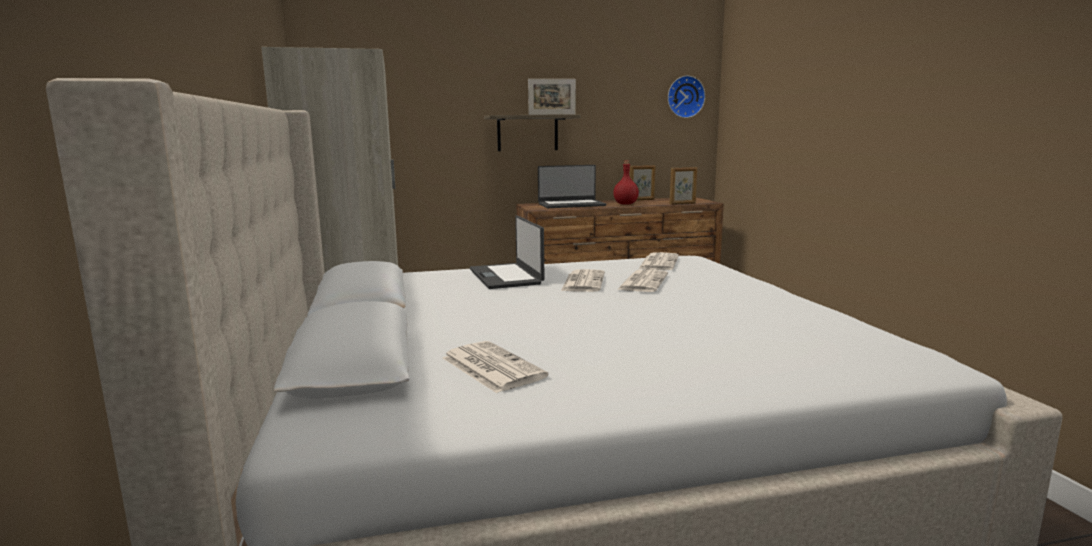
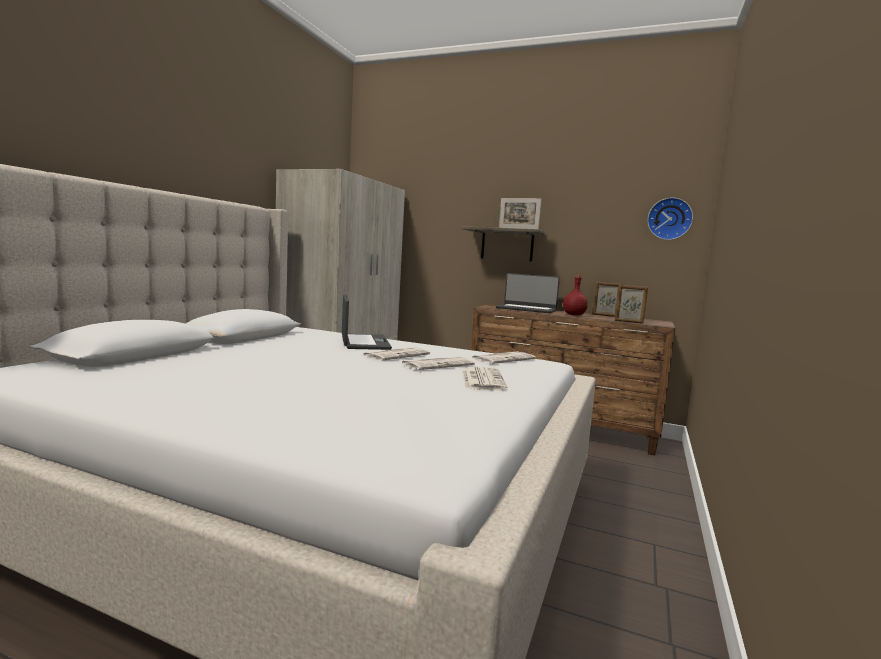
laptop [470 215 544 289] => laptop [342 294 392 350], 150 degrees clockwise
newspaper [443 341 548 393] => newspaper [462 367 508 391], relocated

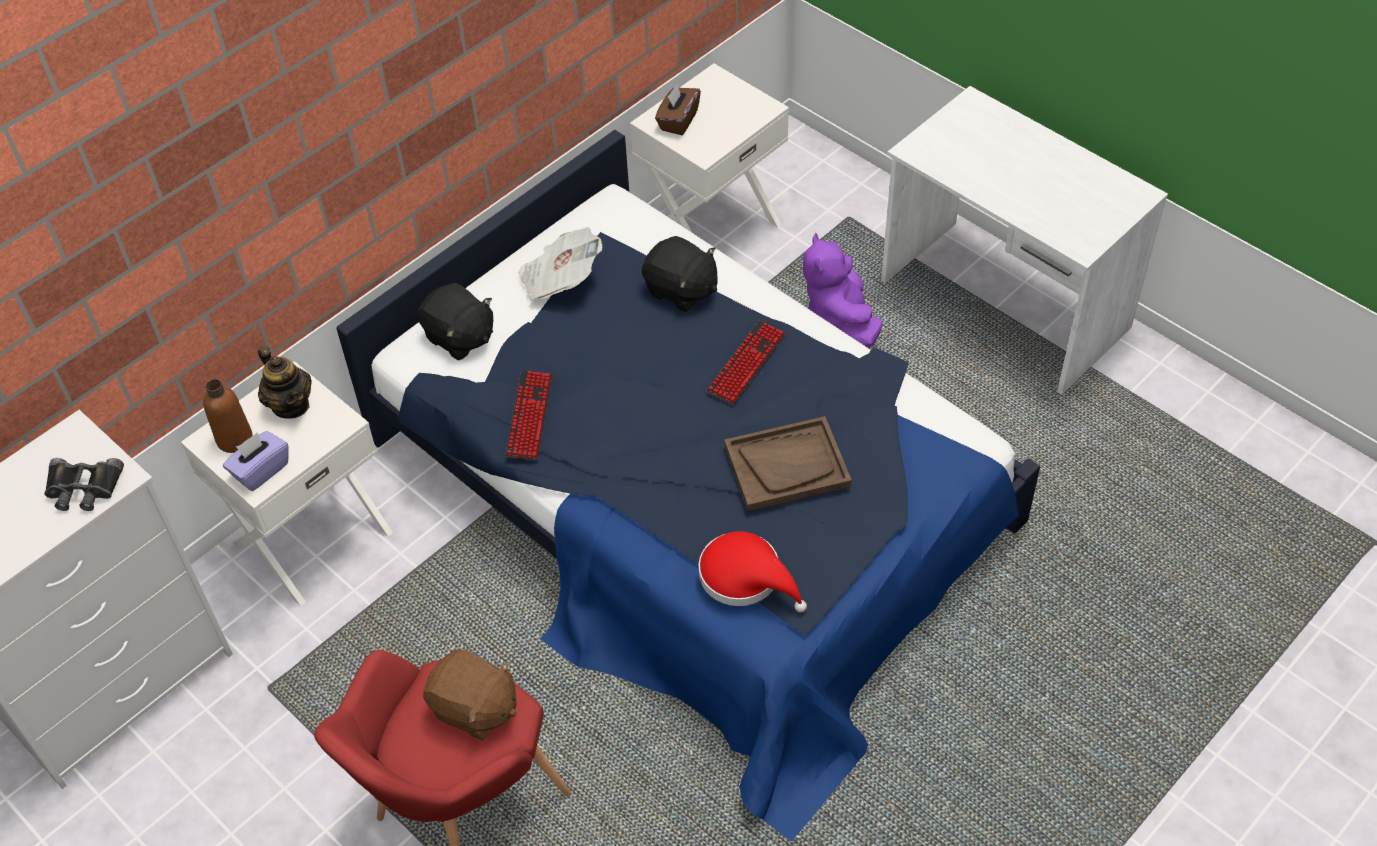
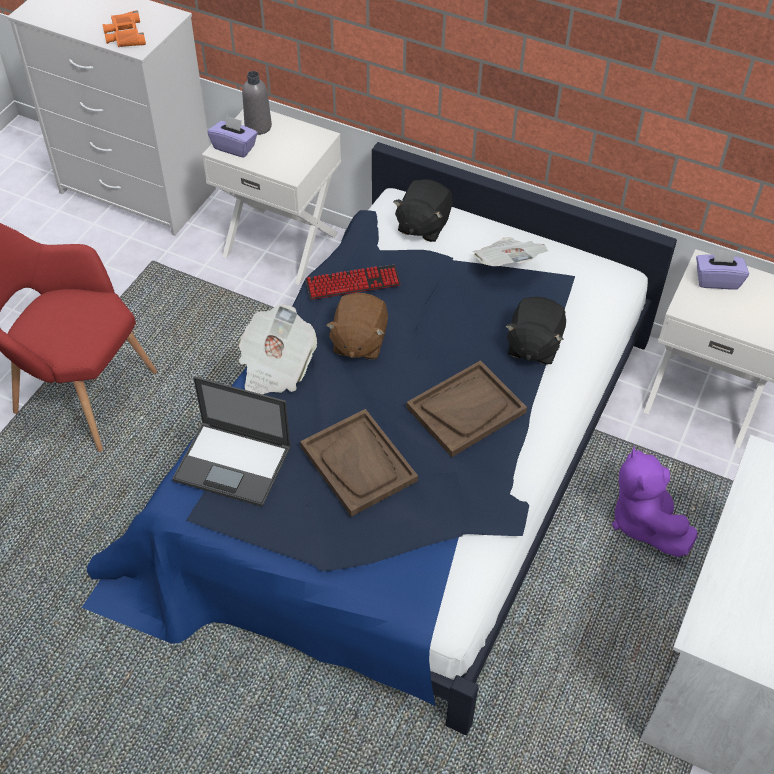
black binoculars [44 458 124 511] => orange binoculars [102 10 146 47]
red hat [699 531 807 613] => laptop [172 376 291 507]
nothing => newspaper [238 305 317 394]
brown bottle [203 379 253 453] => grey bottle [242 71 272 135]
brown plush toy [423 649 517 740] => brown plush toy [326 293 388 360], relocated
keyboard [706 320 786 405] => brown tray [406 360 527 457]
purple plush toy [803 233 883 348] => purple plush toy [612 446 697 557], 75 degrees counterclockwise
brown tissue box [655 84 701 135] => purple tissue box [696 249 749 290]
teapot [258 346 312 419] => nothing

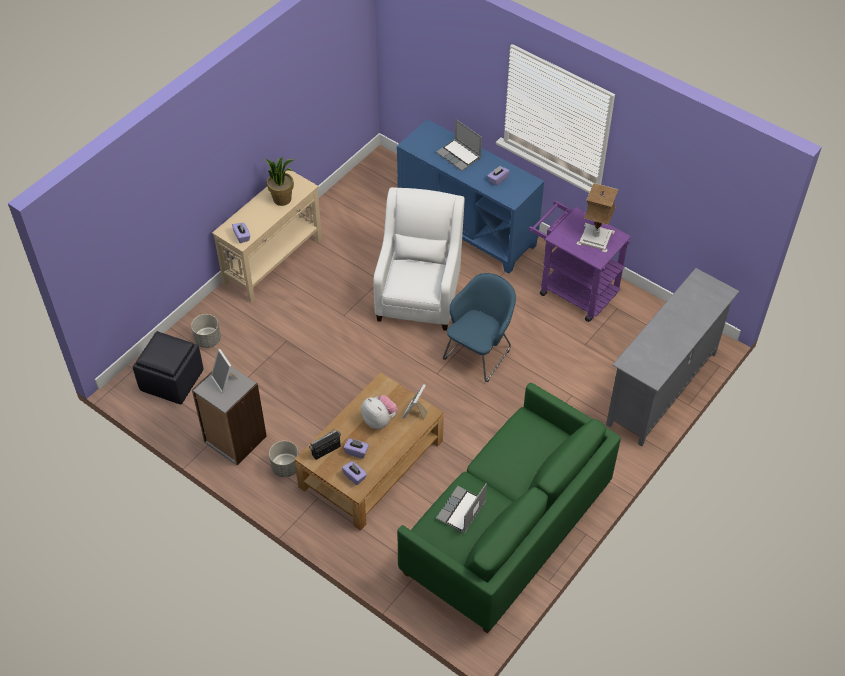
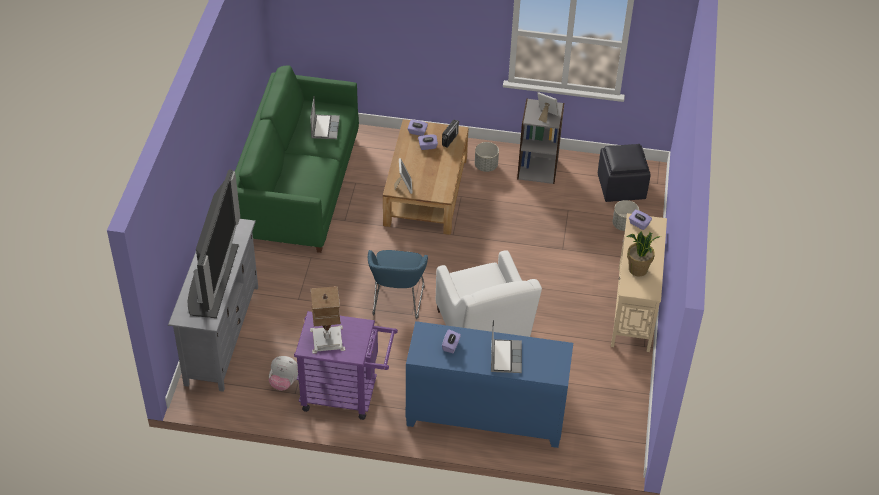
nothing => television [188 169 240 318]
plush toy [361 395 398 429] => plush toy [269 356 298 391], relocated
laptop [436 119 482 171] => laptop [491 320 522 373], 75 degrees clockwise

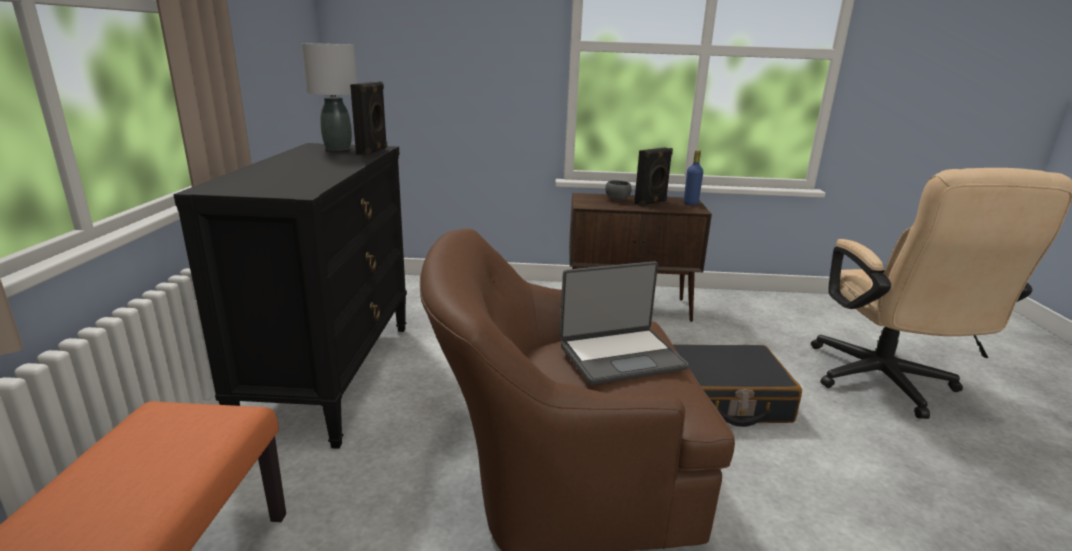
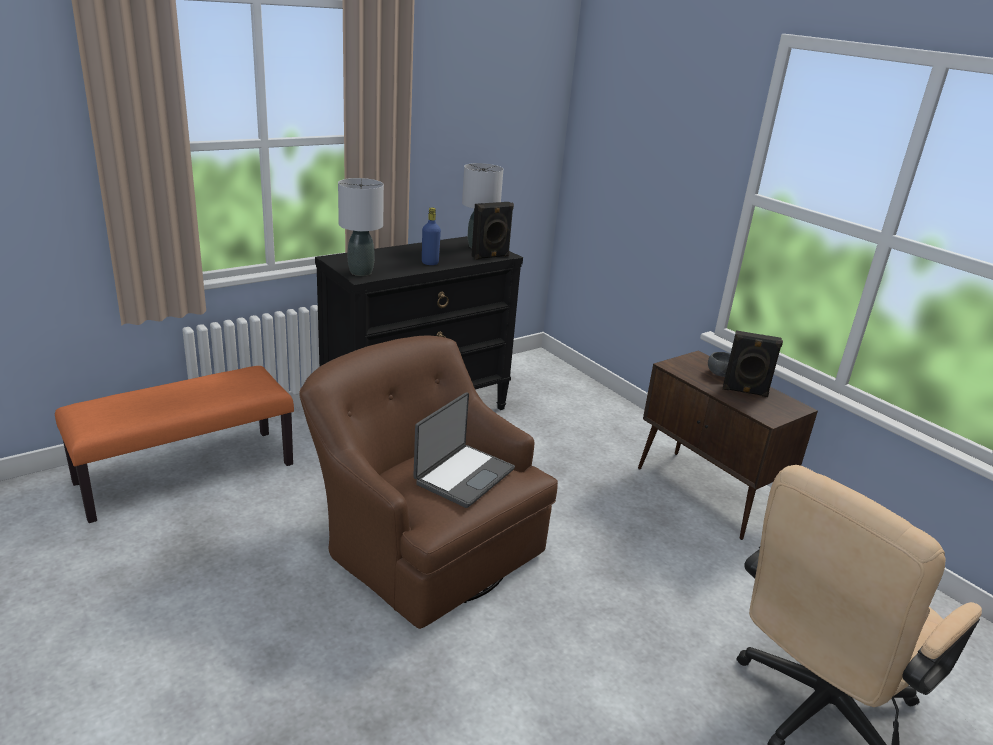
nothing => grey table lamp [338 178 384 276]
laptop [559 261 689 385] => laptop [413 392 515 508], 90 degrees counterclockwise
blue bottle [684 150 703 205] => blue bottle [422 207 441 265], relocated
black suitcase [673 344 802 427] => nothing

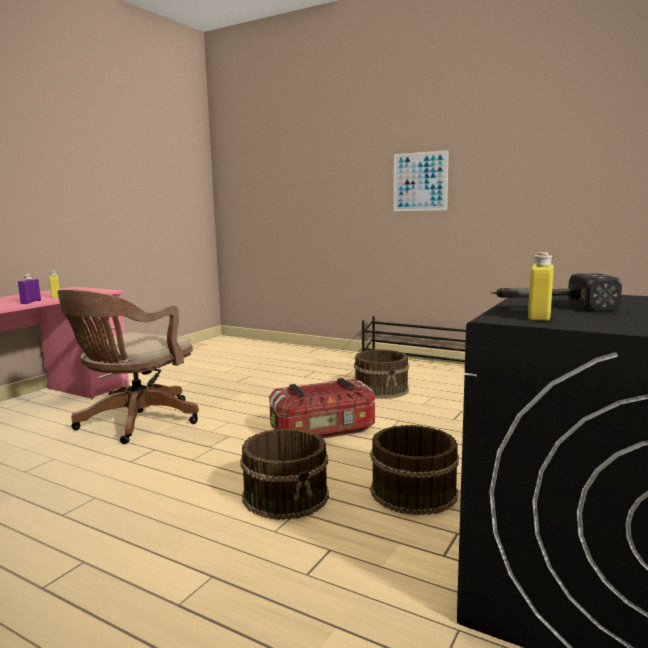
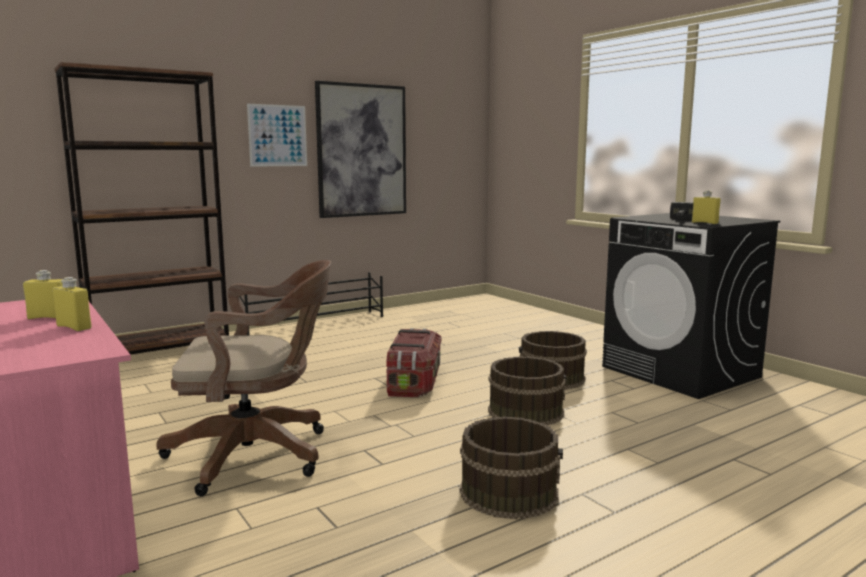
purple bottle [18 274 41 304] => yellow bottle [53 277 91 331]
nothing => brown bookcase [55 62 229 355]
brown office chair [57 289 199 444] => brown office chair [156 260 331 496], 60 degrees counterclockwise
nothing => picture [315 81 406 218]
brown bucket [354 349 409 399] => brown bucket [460 417 563 519], relocated

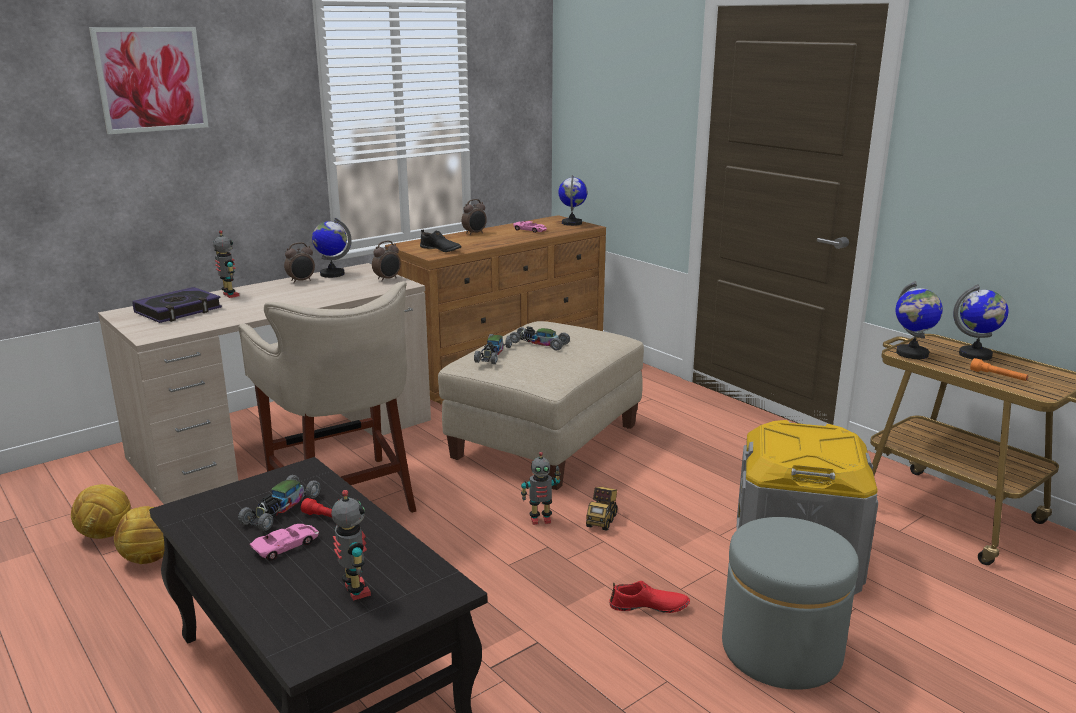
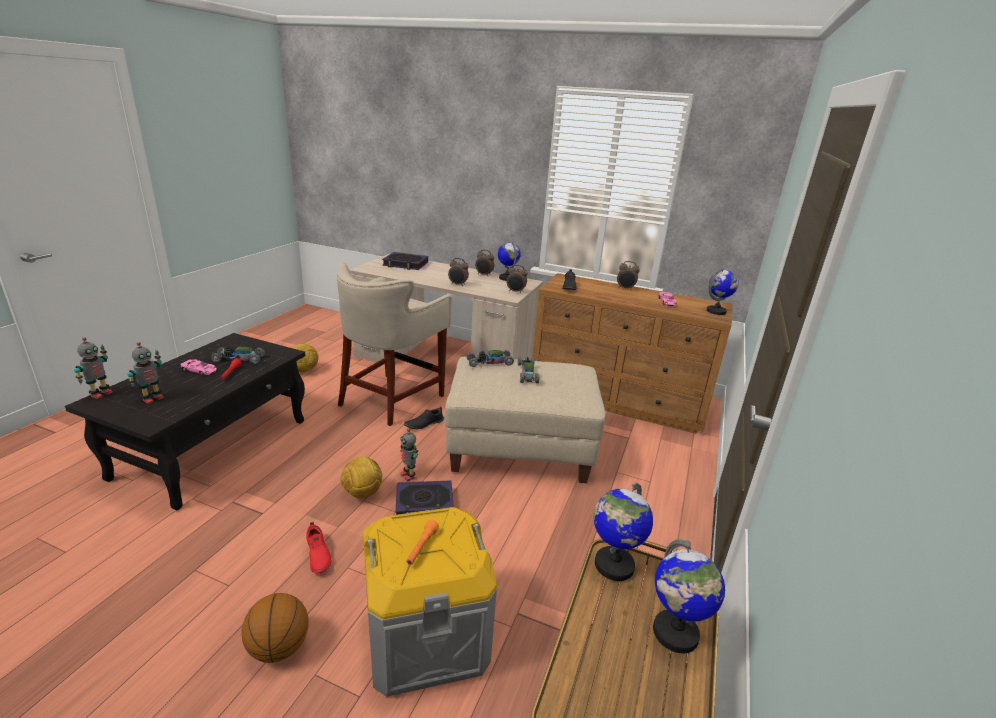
toy robot [213 230 239 298] => toy robot [74 337 113 399], relocated
grey ottoman [722 517 859 690] => basketball [241 593 308 663]
football [71 484 131 539] => football [340 456 382 498], relocated
toy truck [586 487 618 531] => book [396 480 454 515]
nothing => black shoe [404 406 444 429]
orange flashlight [970 358 1028 381] => orange flashlight [406 520 439 565], relocated
nothing => alarm clock [448 258 469 287]
picture [89 27 209 134] => nothing

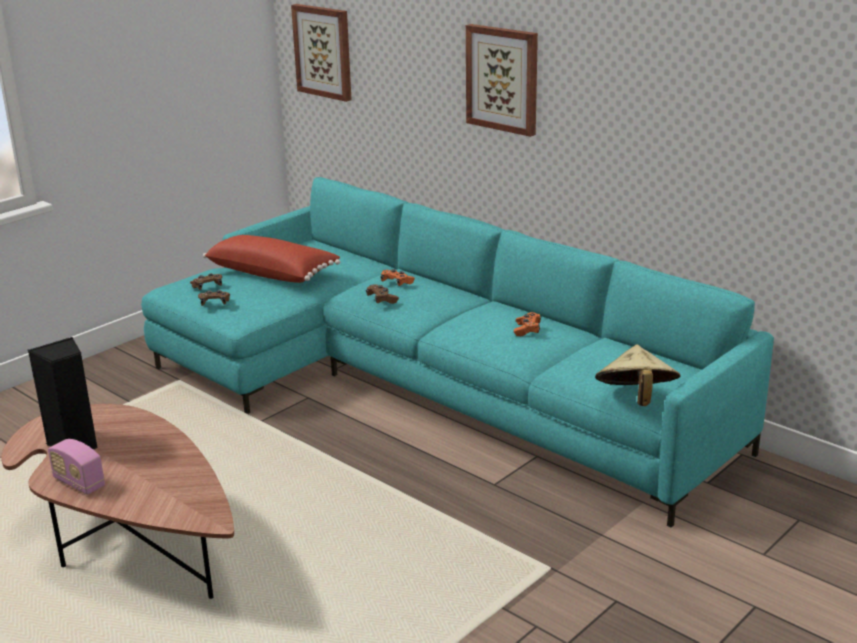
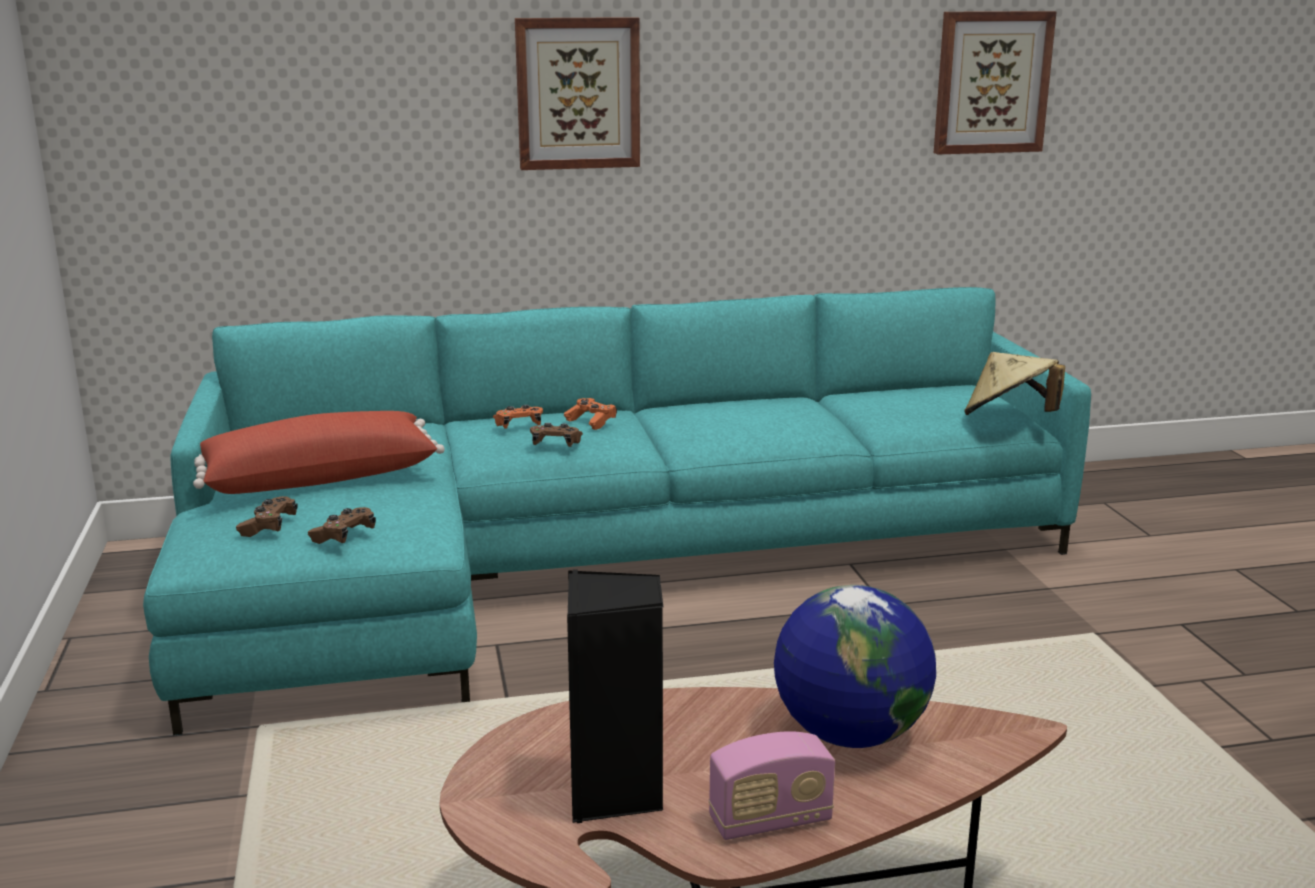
orange game controller [514 312 541 336] => orange game controller [564 398 617 430], relocated
nothing => globe [774 585 936 748]
picture [291 4 352 102] => picture [934 11 1057 154], relocated

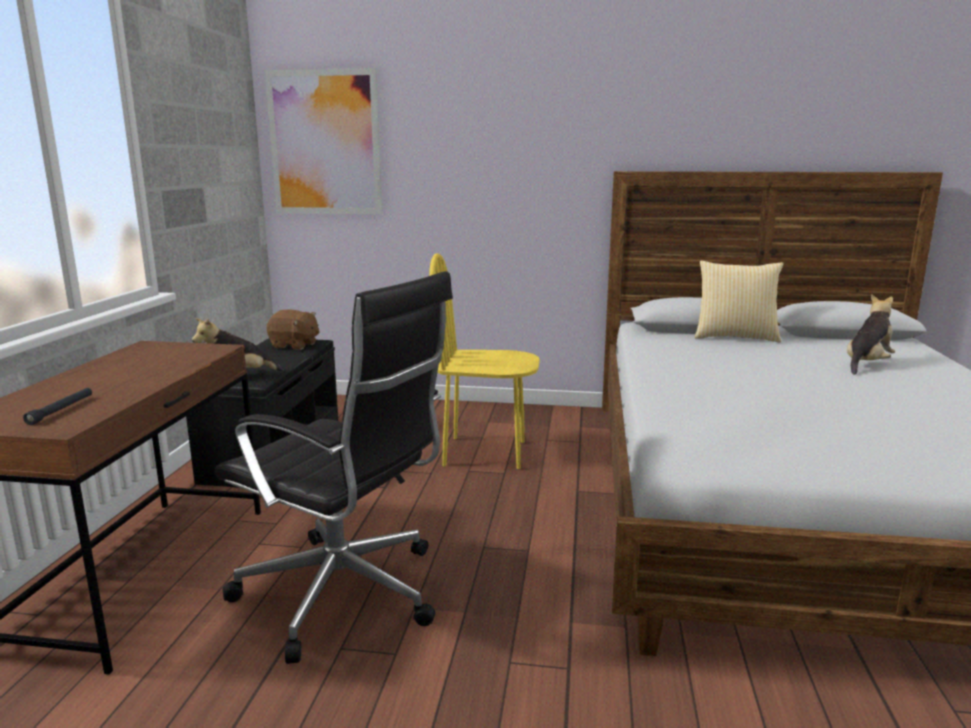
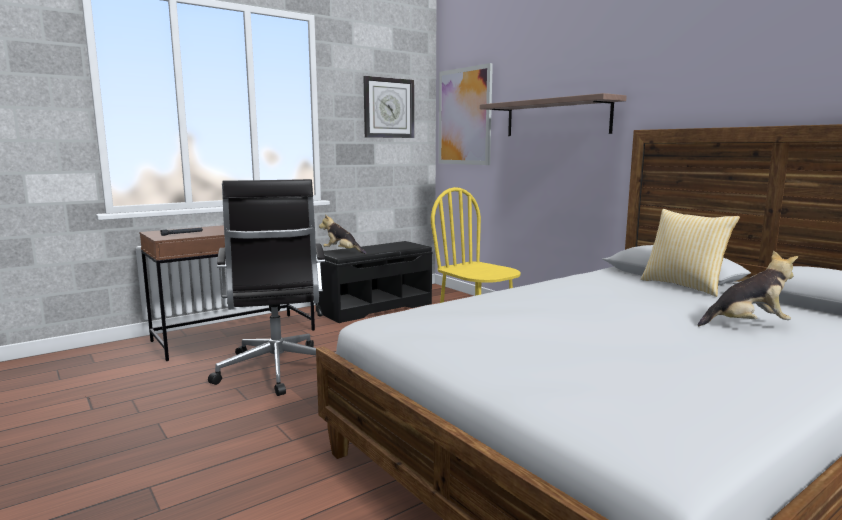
nothing => wall clock [363 76 414 138]
nothing => shelf [480 93 627 136]
brown plush toy [267 310 320 350] => nothing

